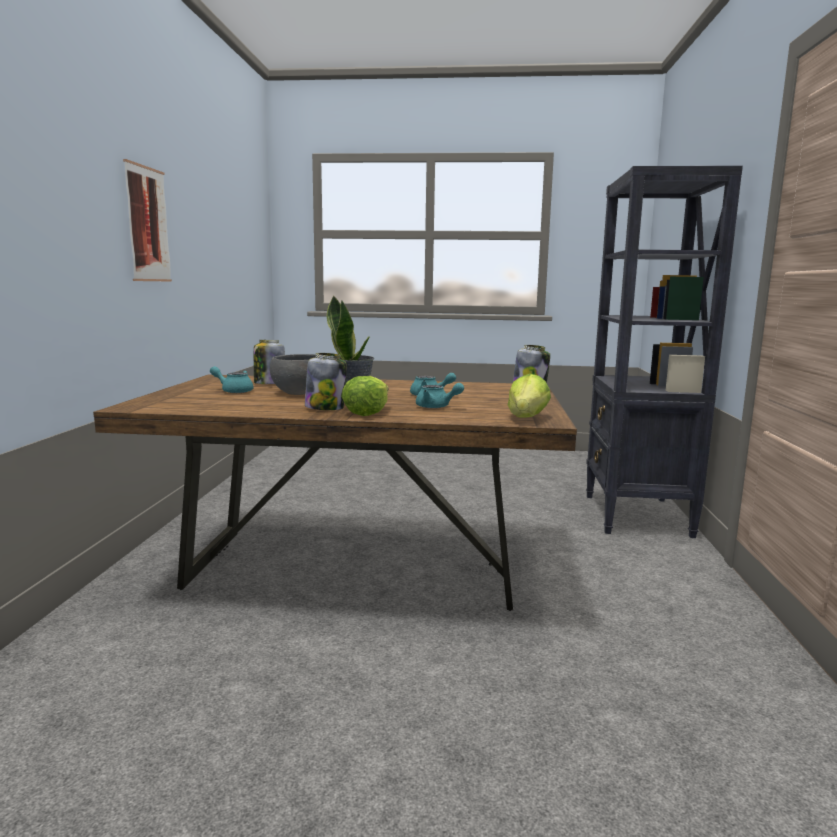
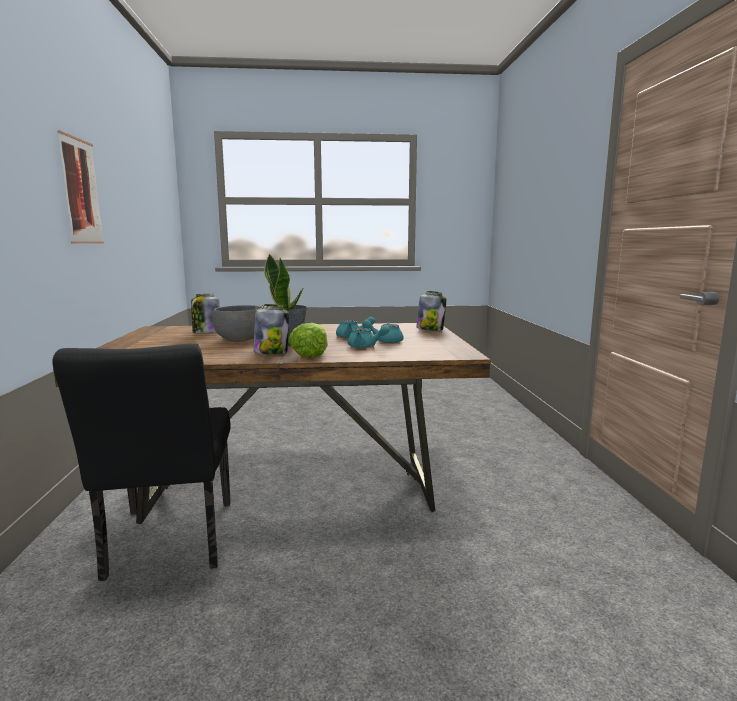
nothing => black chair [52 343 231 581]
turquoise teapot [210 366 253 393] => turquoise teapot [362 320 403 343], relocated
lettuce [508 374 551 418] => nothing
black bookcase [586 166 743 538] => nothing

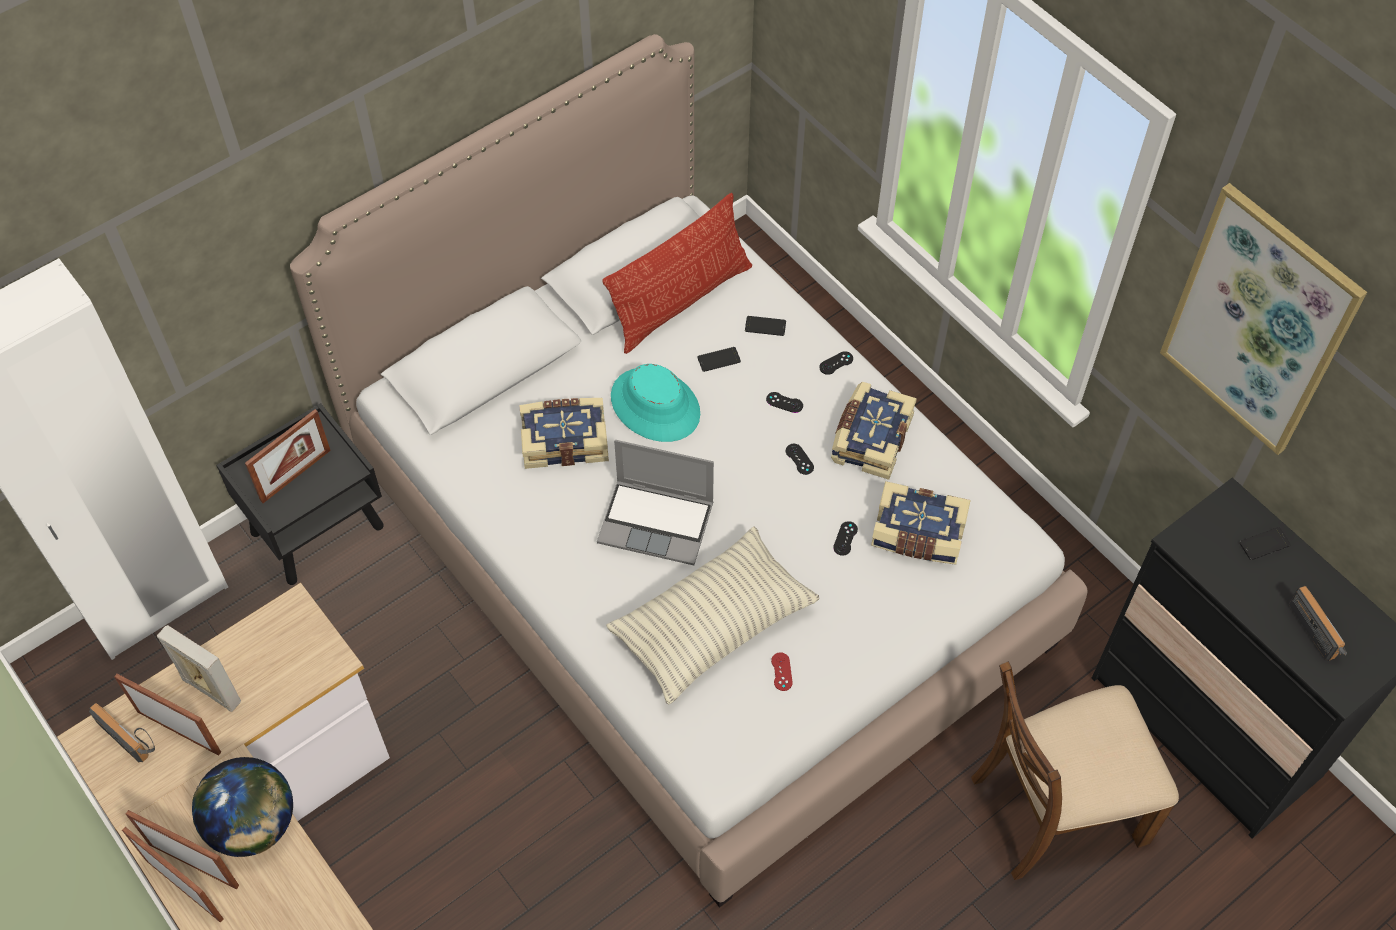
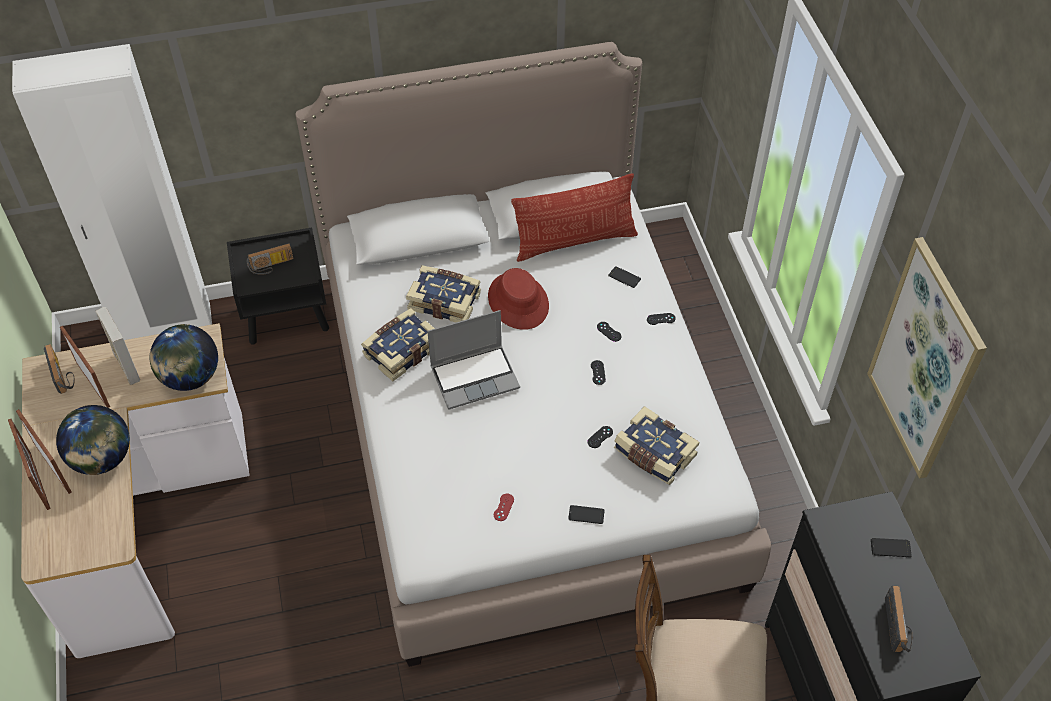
nothing => globe [150 324 218 391]
picture frame [245 409 331 503] => radio [247 243 293 275]
book [831 382 917 480] => book [361 308 435 381], relocated
laptop [597 440 714 565] => laptop [427 310 520 410], 60 degrees counterclockwise
turquoise hat [611 364 700 442] => red hat [488 268 549 330]
phone [697 347 741 372] => phone [568 505 605 524], relocated
pillow [606 526 819 705] => nothing

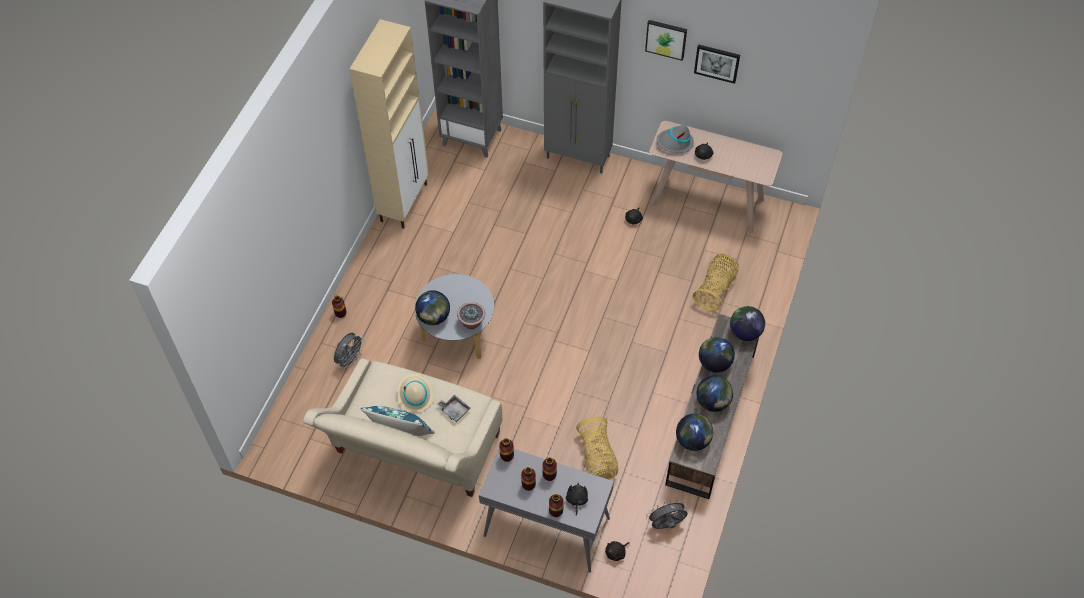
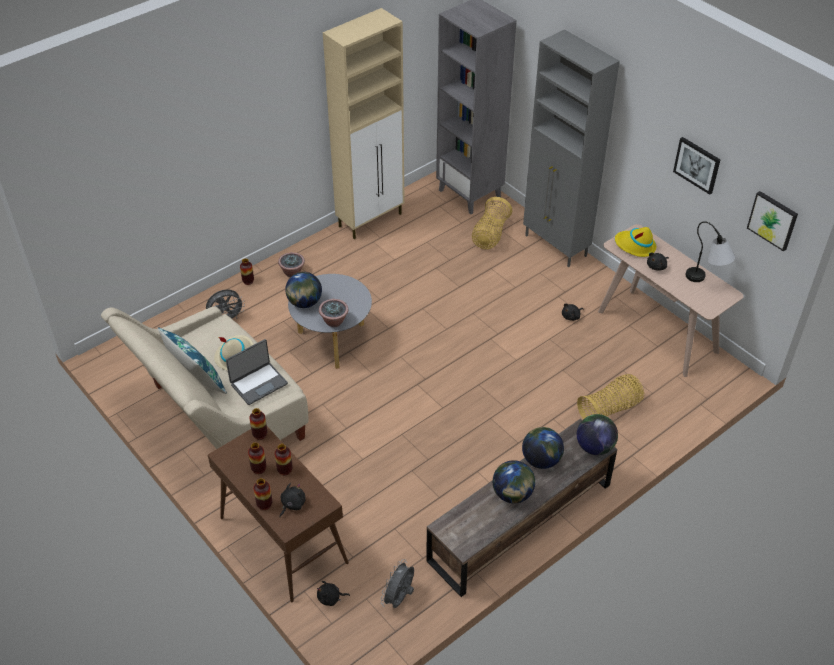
grey console table [479 448 614 573] => brown console table [208 427 349 603]
grey tray [437 395 470 422] => laptop [226 339 288 405]
nothing => potted plant [278 252 305 277]
grey fan [646 500 688 529] => grey fan [381 559 414 608], 75 degrees counterclockwise
basket [576 417 618 480] => basket [472 197 512 249], relocated
grey hat [656 125 694 153] => yellow hat [615 227 656 257]
nothing => table lamp [686 221 735 282]
picture [645 20 687 61] => picture [747 191 798 251], relocated
globe [676 414 713 451] => nothing

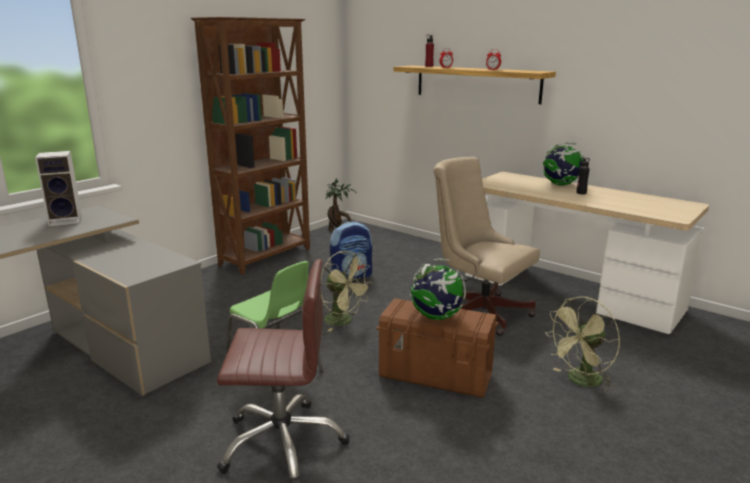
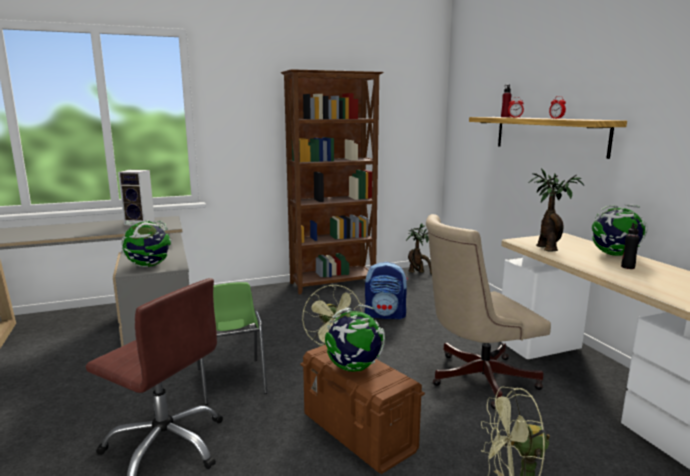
nothing => globe [121 220 171 267]
beige office chair [433 157 540 336] => beige office chair [426 214 551 409], 90 degrees counterclockwise
nothing => potted plant [529 168 584 251]

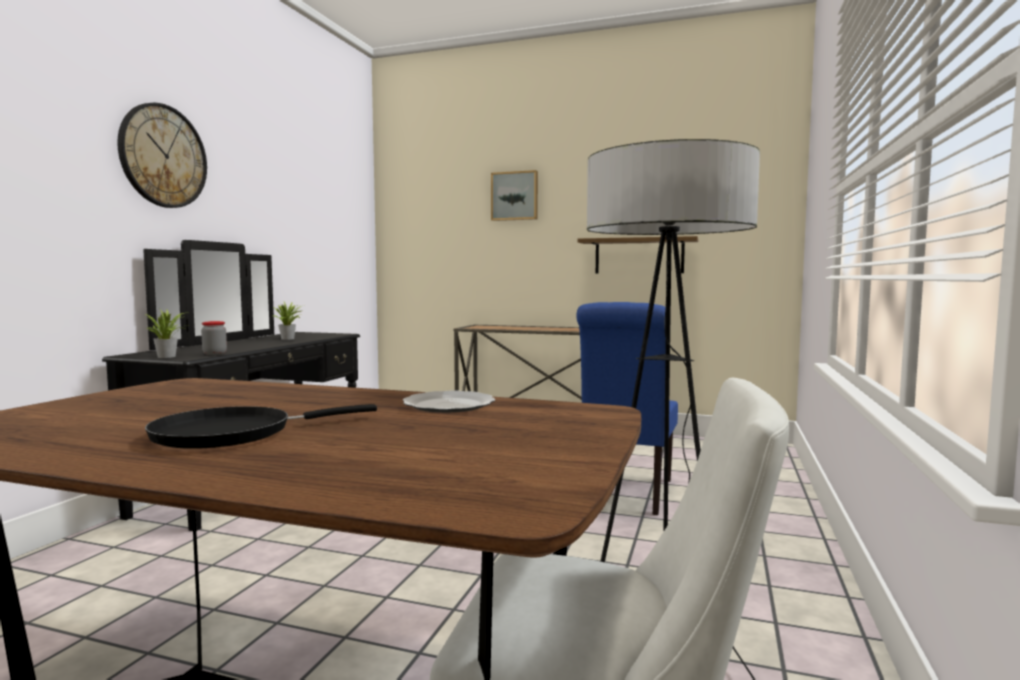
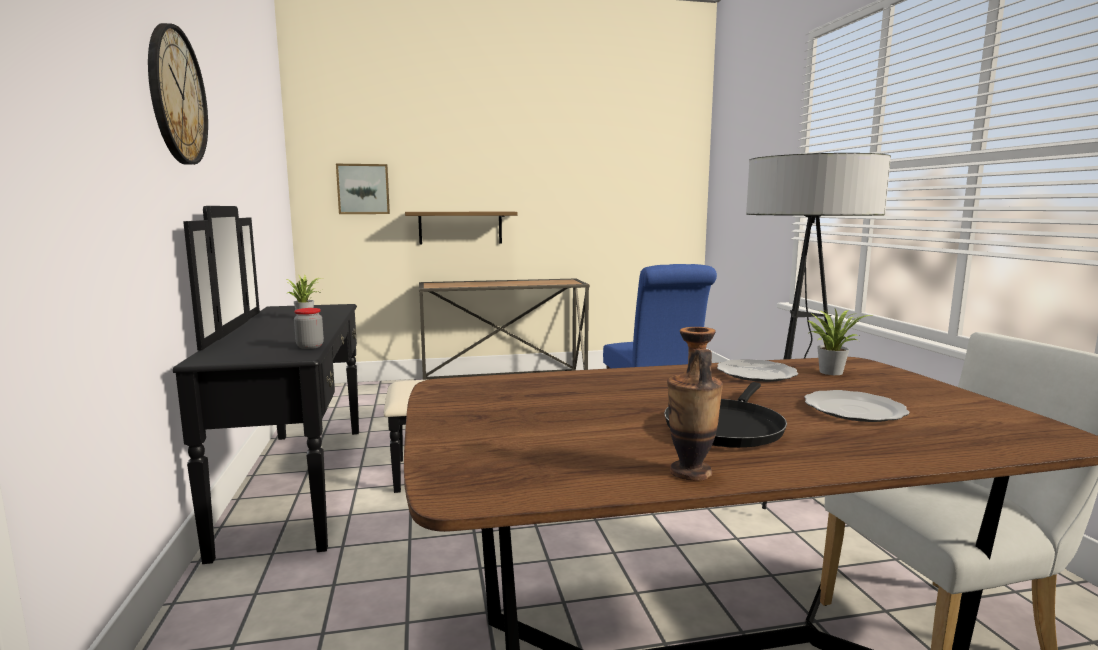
picture [491 170 538 221] => picture [336 164 390 214], relocated
shelf [578 236 698 273] => shelf [405 212 518 245], relocated
nothing => vase [667 327 723 481]
nothing => plate [804 390 910 422]
potted plant [145 309 190 358] => potted plant [808 309 873 375], relocated

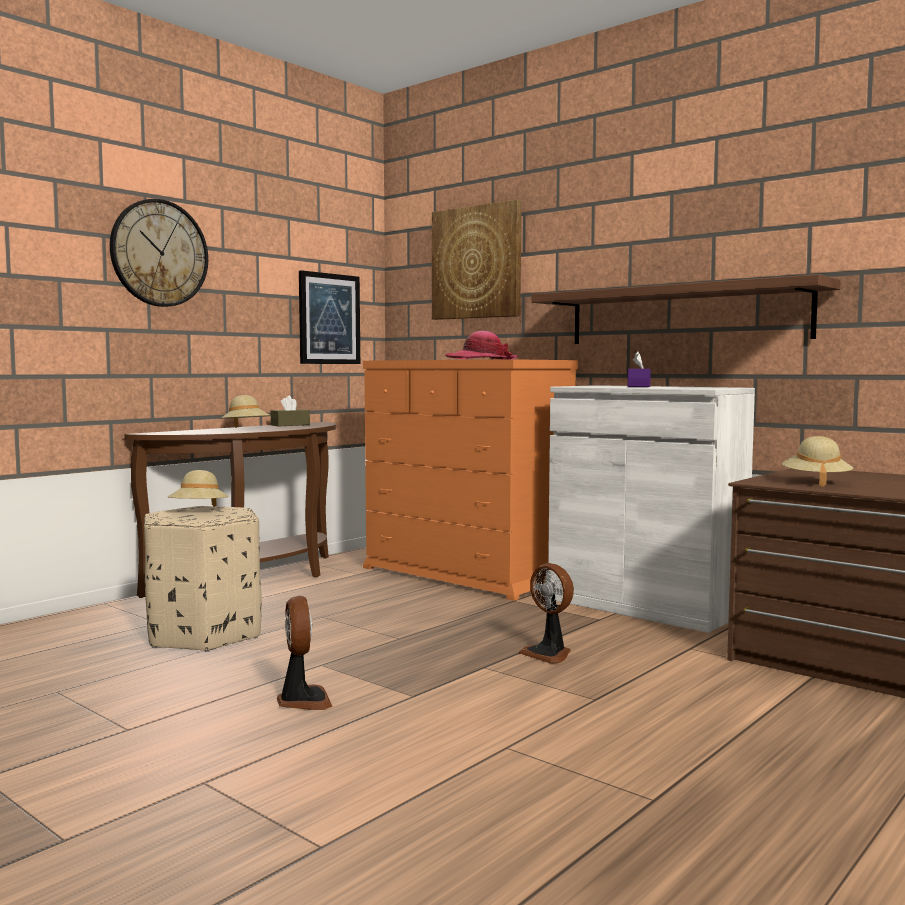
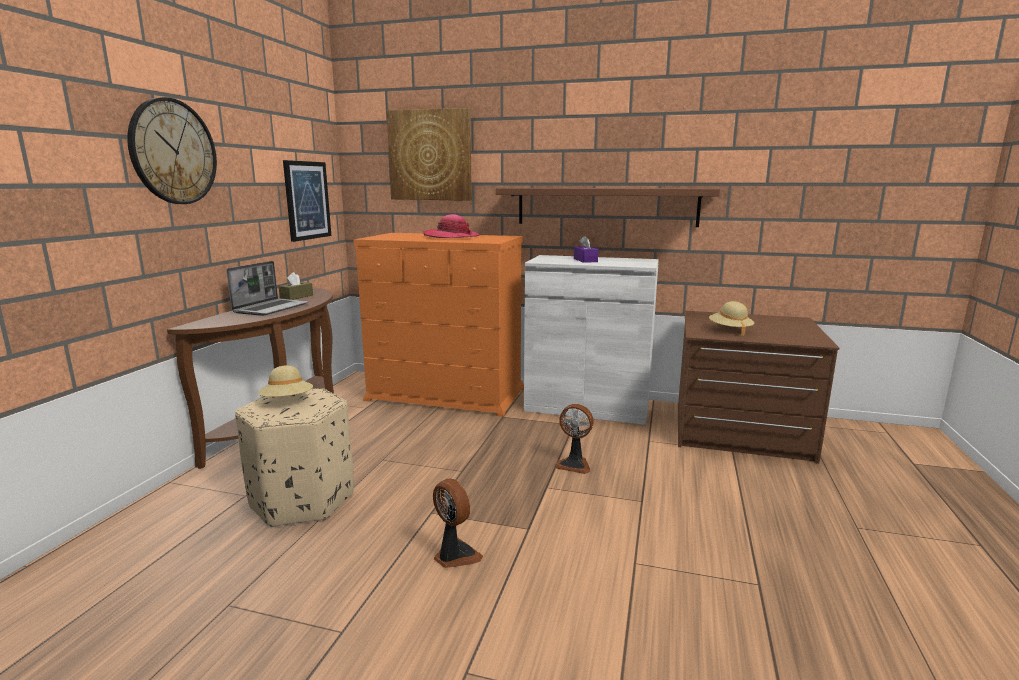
beige hat [221 395 271 428] => laptop [226 261 308 316]

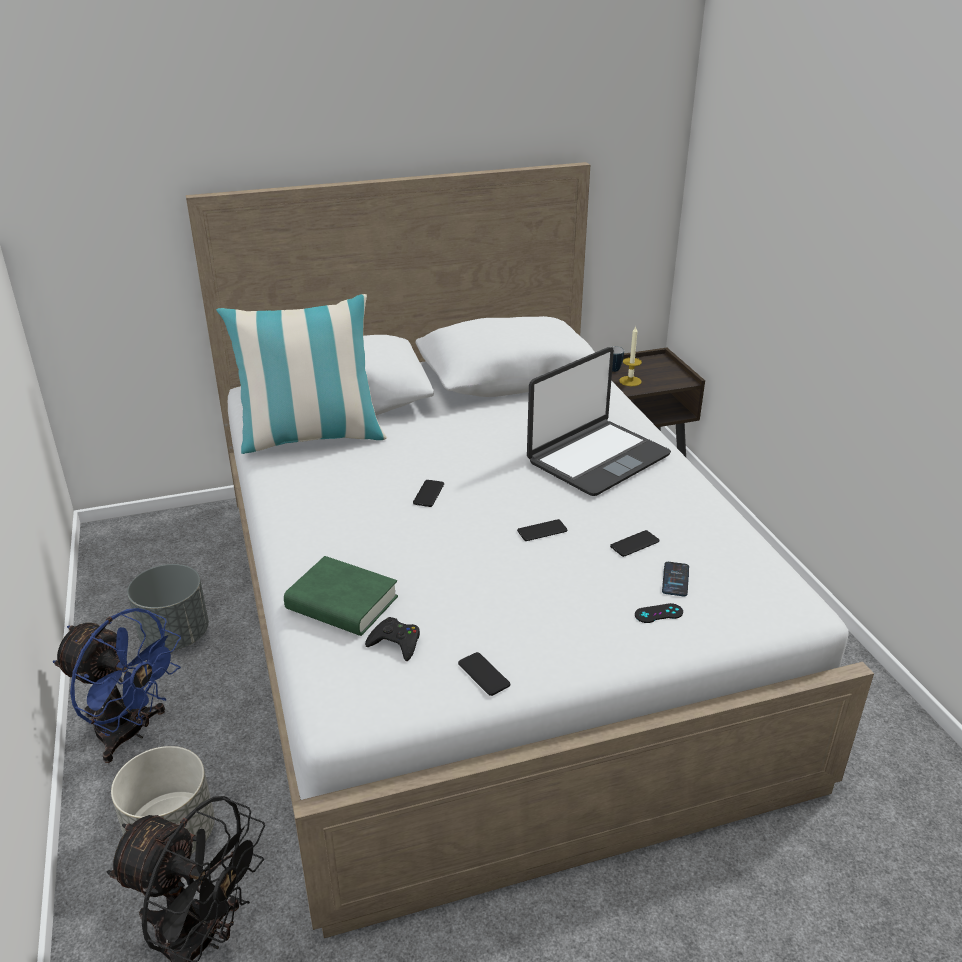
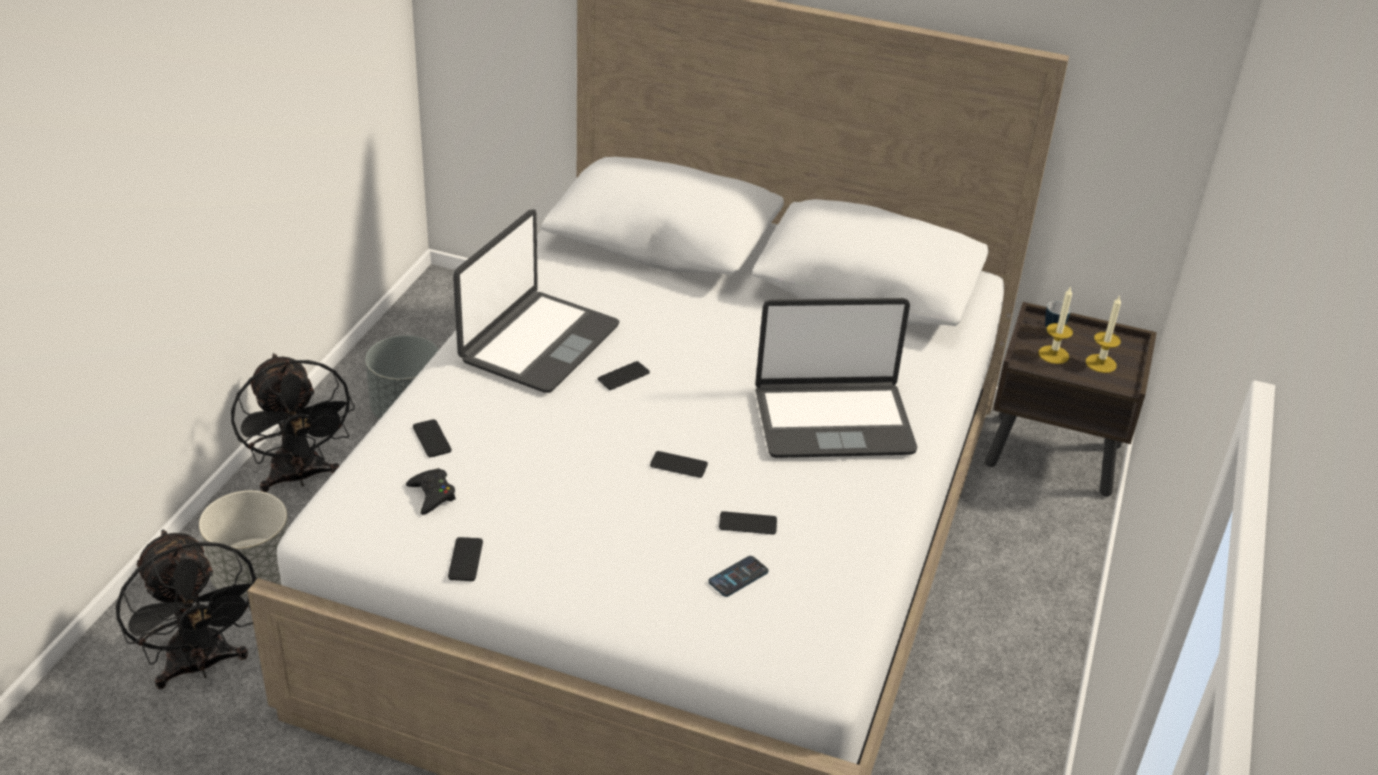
blue fan [53 608 181 763] => black fan [231 353 355 492]
green book [284 556 398 636] => phone [413 419 451 457]
nothing => laptop [453 209 619 393]
nothing => candle [1086 295 1121 373]
pillow [216 294 387 454] => nothing
black game controller [635 603 683 623] => nothing

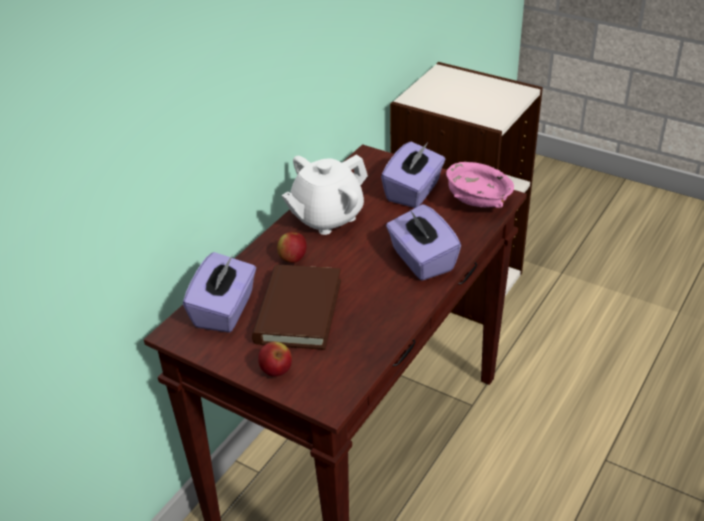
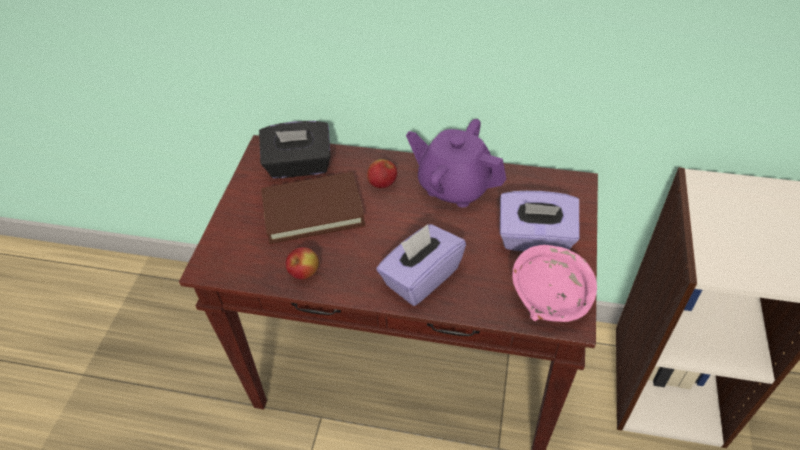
purple tissue box [183 252 256 333] => black tissue box [259 121 331 178]
apple [258 342 292 377] => apple [286 247 319 279], relocated
white teapot [281 154 368 235] => purple teapot [406 119 506 208]

